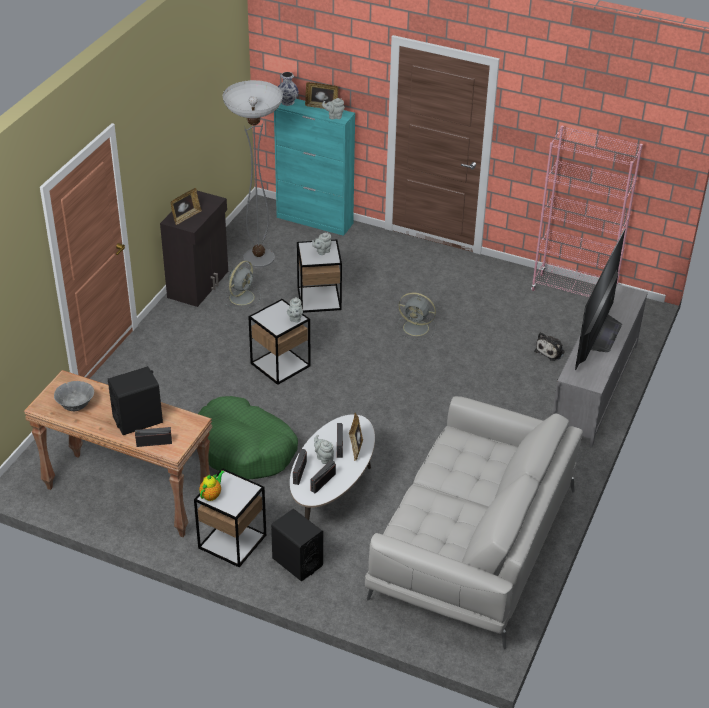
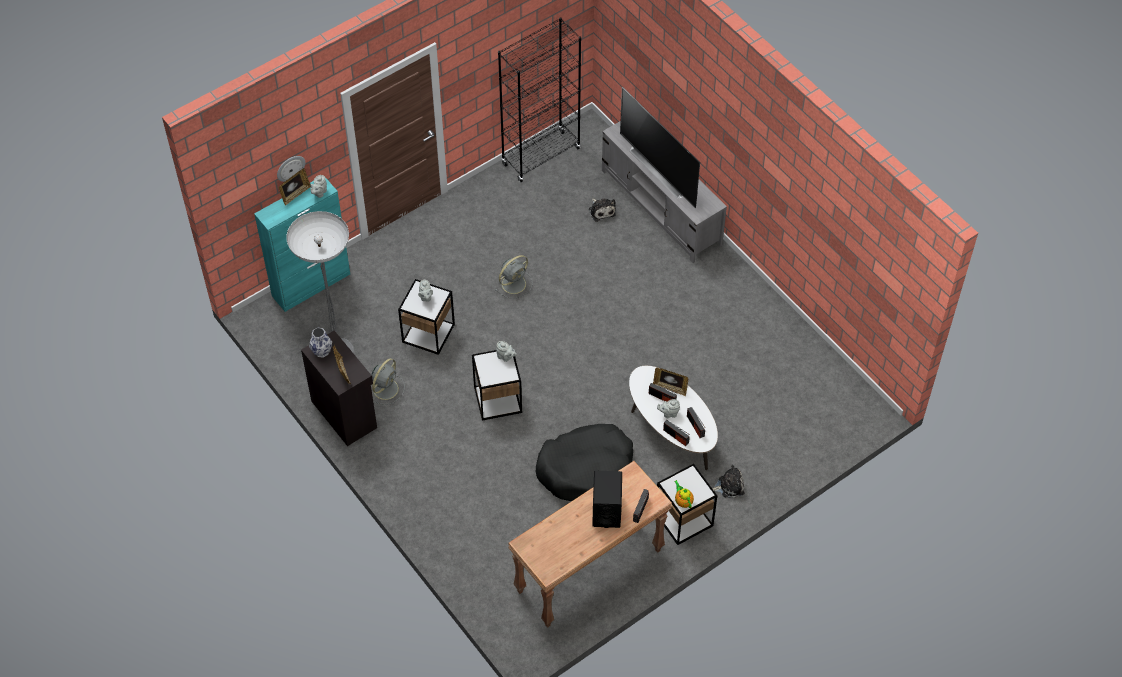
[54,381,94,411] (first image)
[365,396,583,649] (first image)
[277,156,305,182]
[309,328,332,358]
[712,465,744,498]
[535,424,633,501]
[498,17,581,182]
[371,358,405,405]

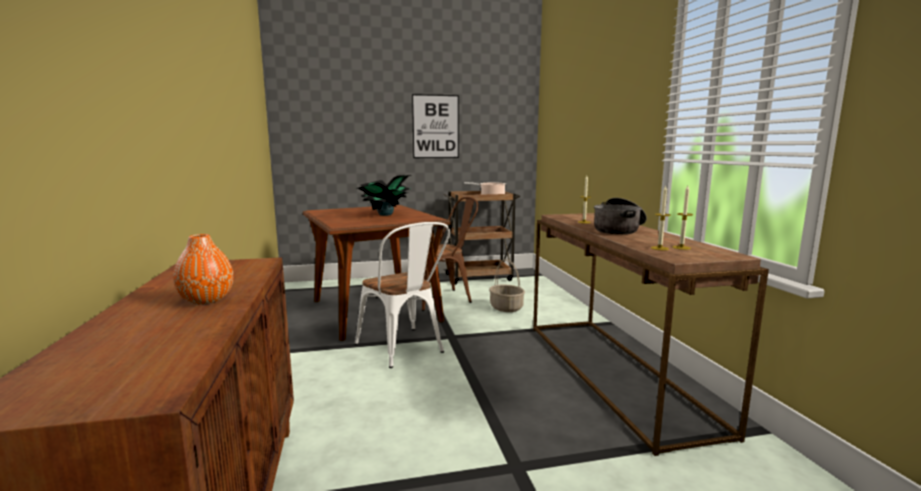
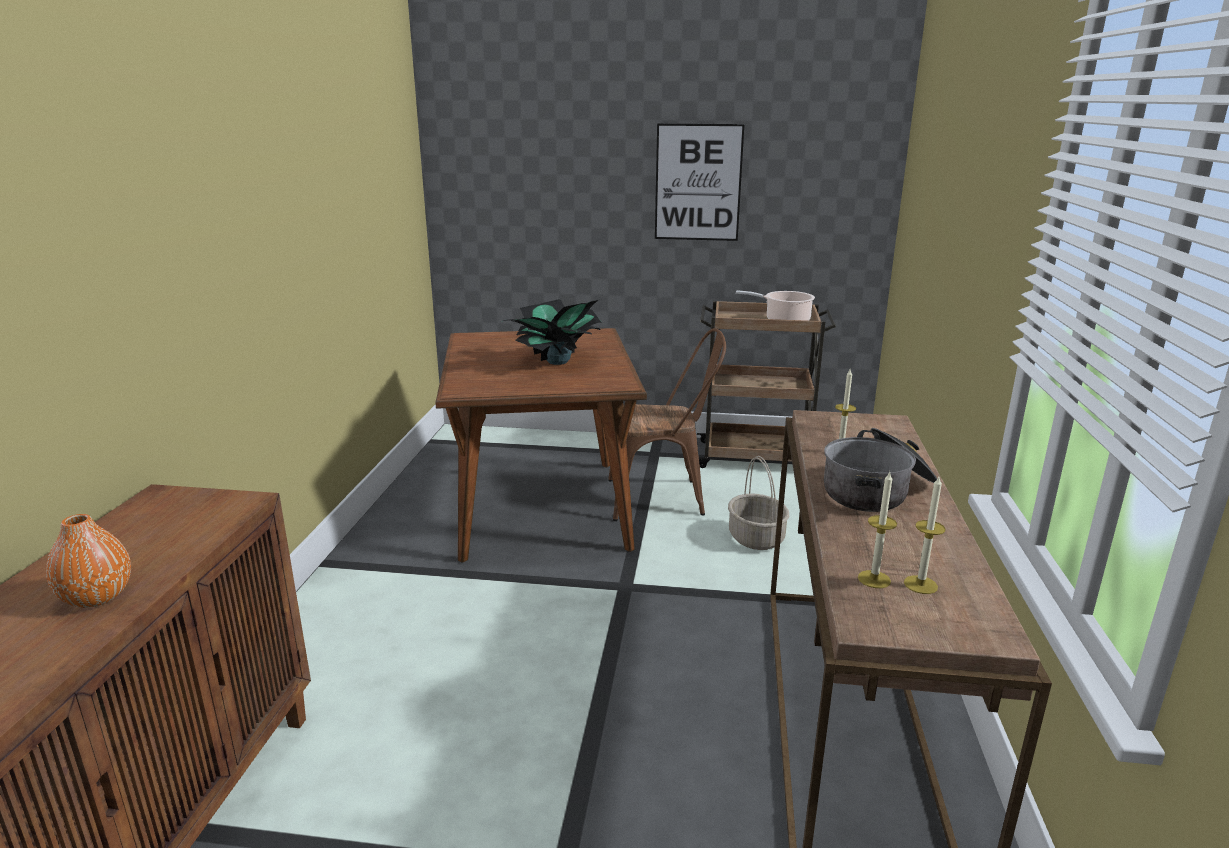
[354,222,450,368] (first image)

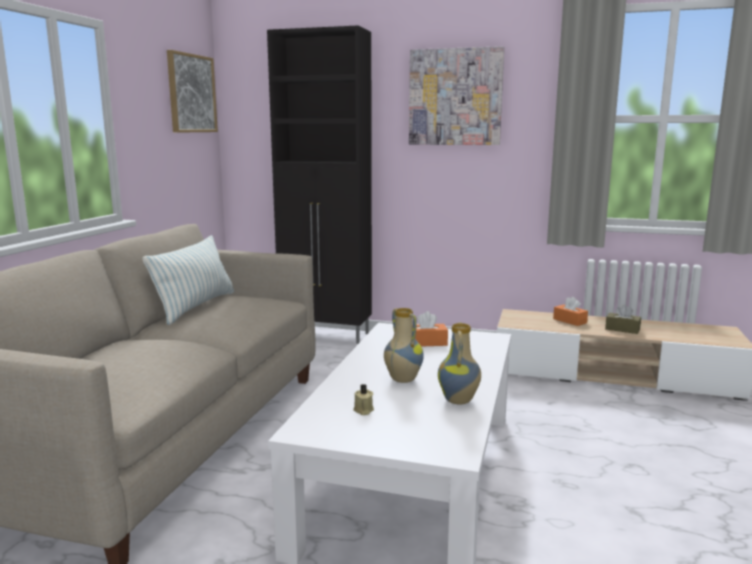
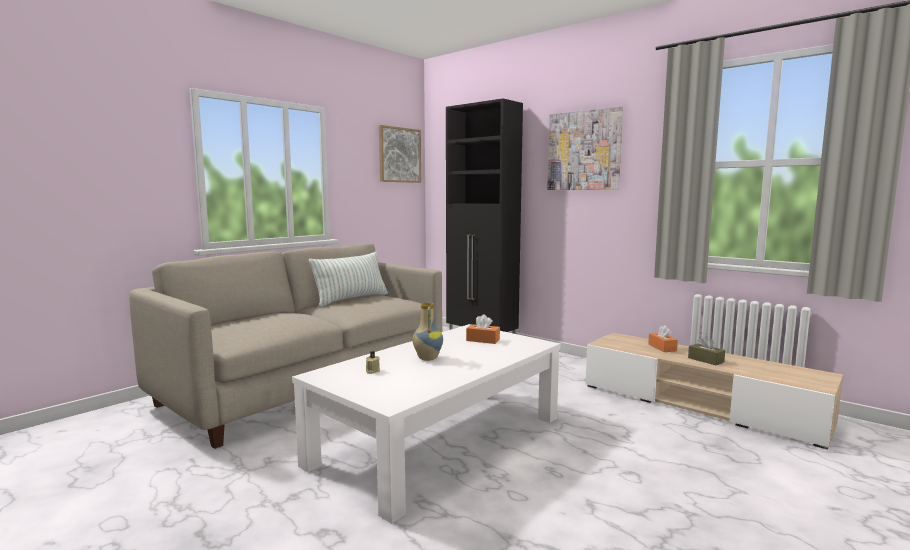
[438,322,481,404] (first image)

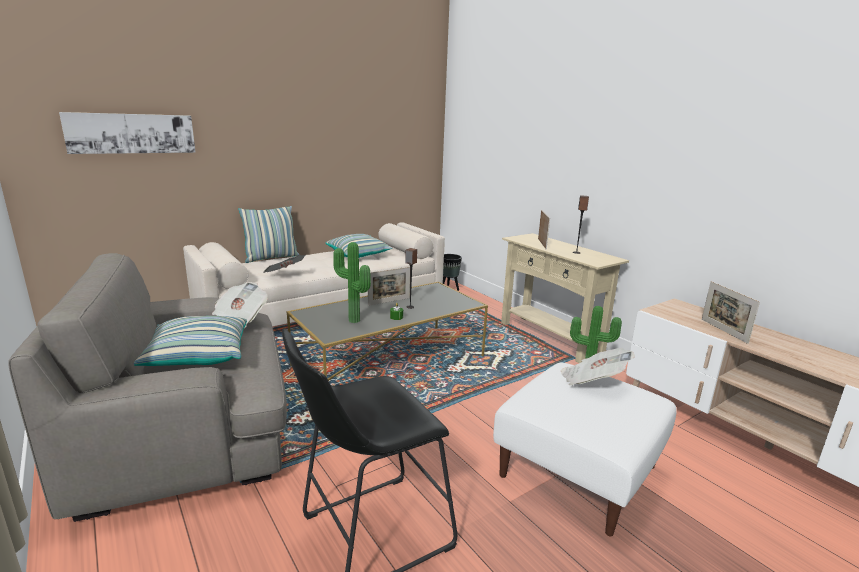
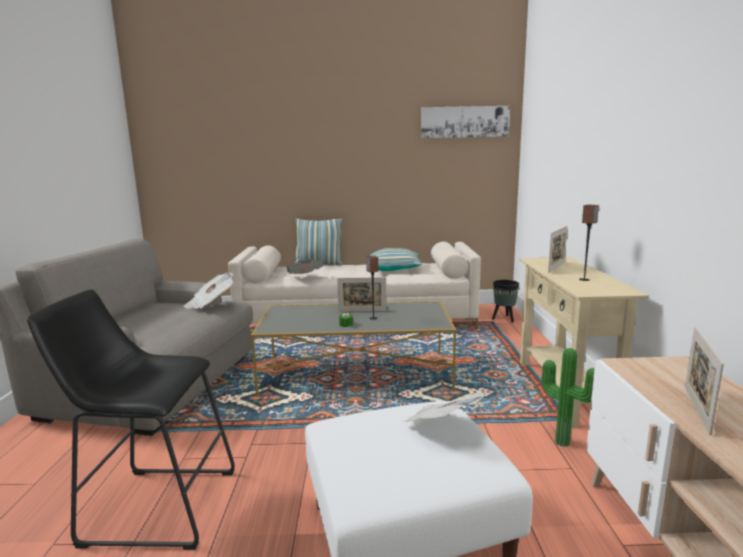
[134,316,247,366] (first image)
[333,242,371,323] (first image)
[421,106,510,138]

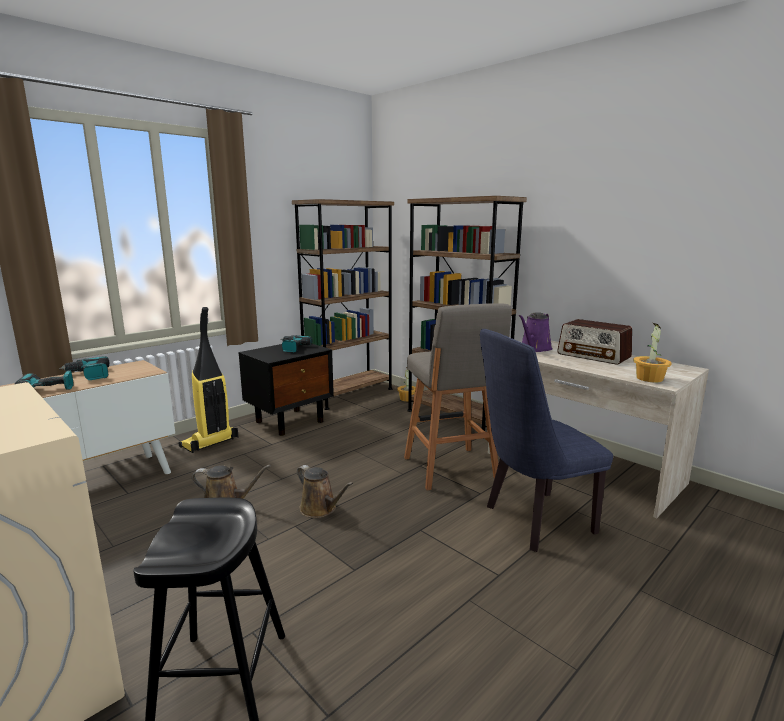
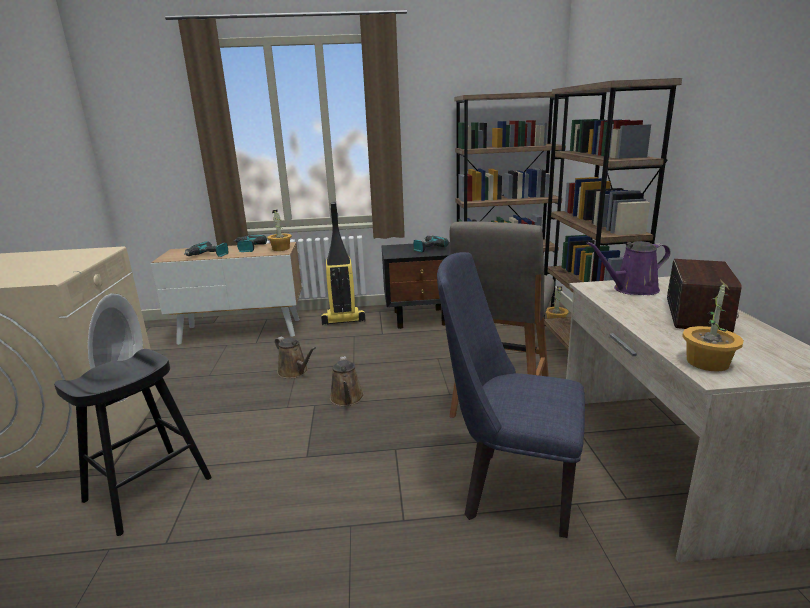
[267,210,292,251]
[667,259,742,332]

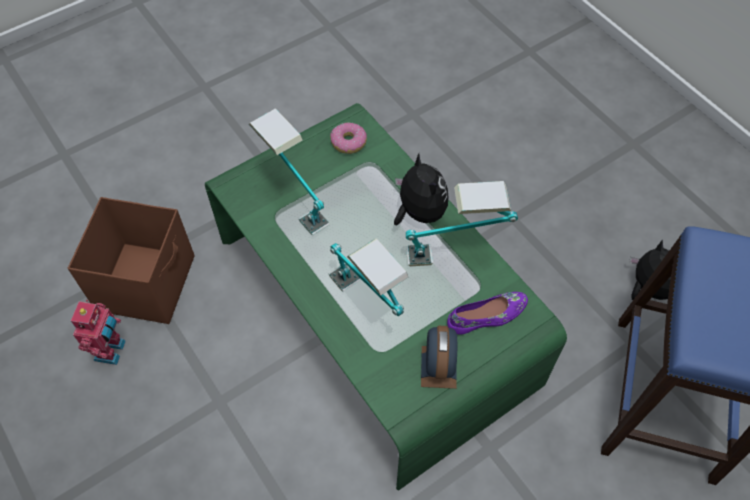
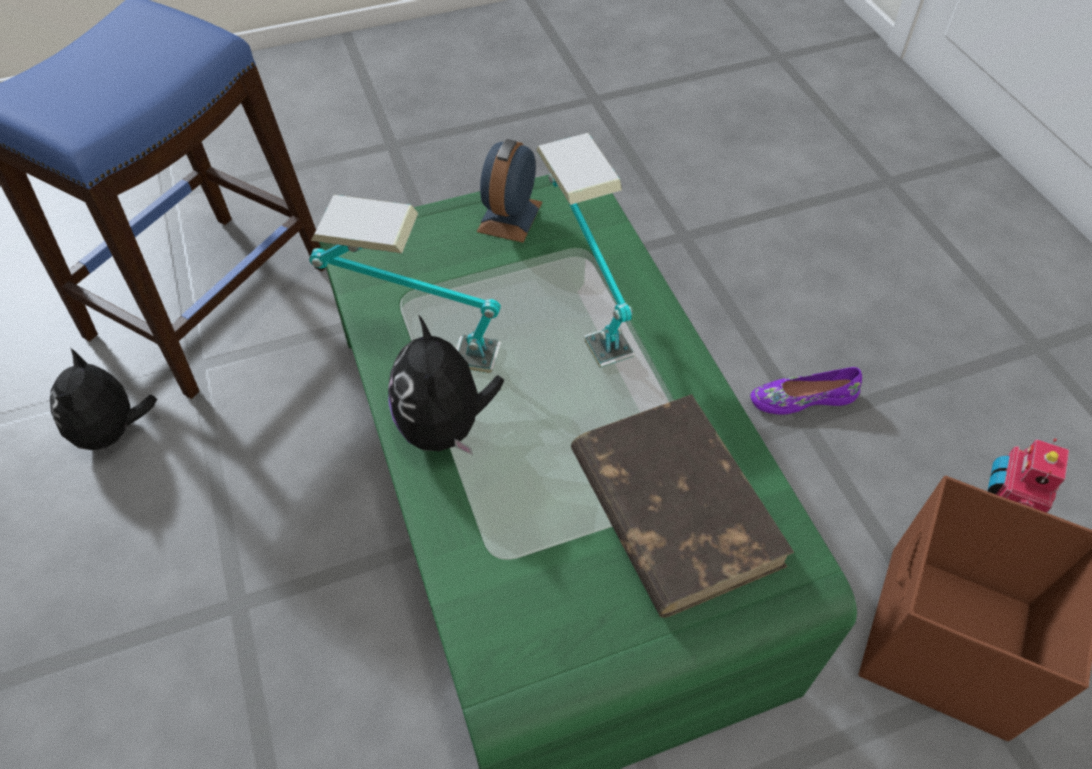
[330,123,367,154] (first image)
[751,367,862,414]
[571,394,794,618]

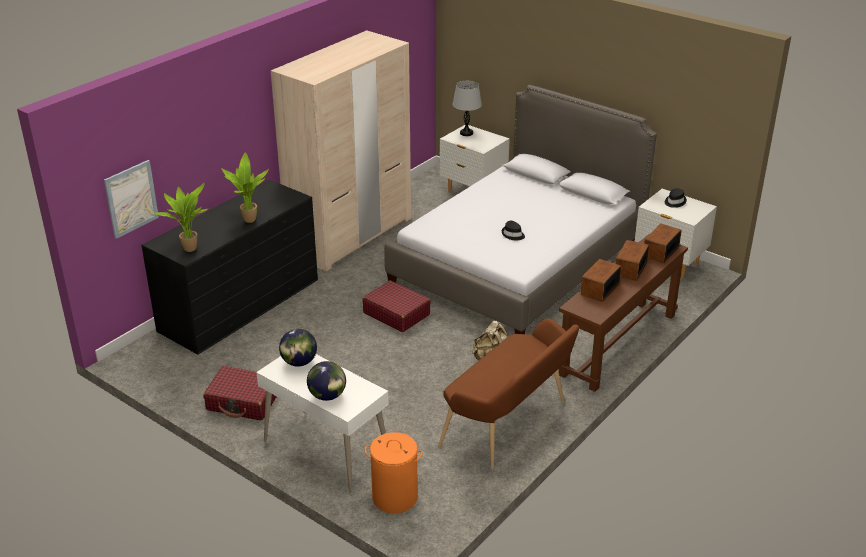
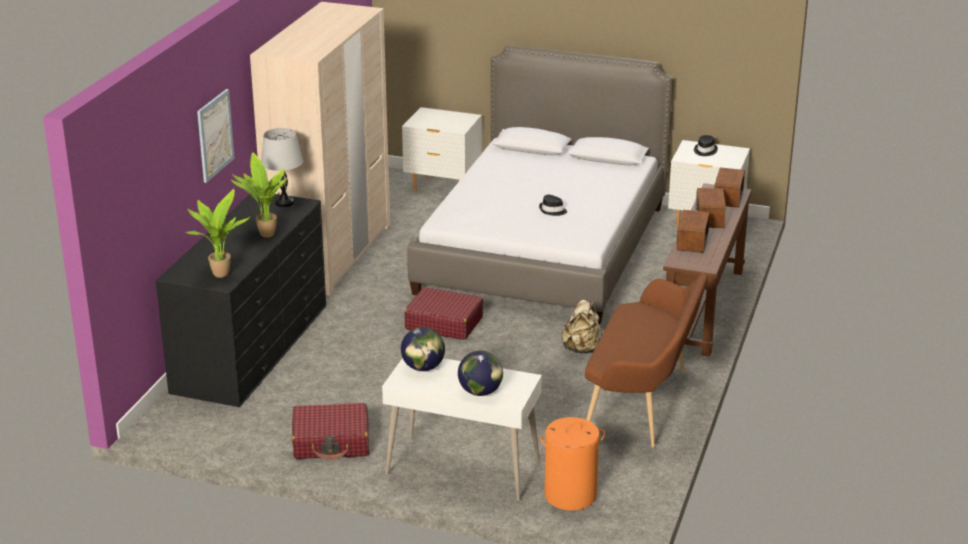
[197,89,235,183]
[261,128,303,207]

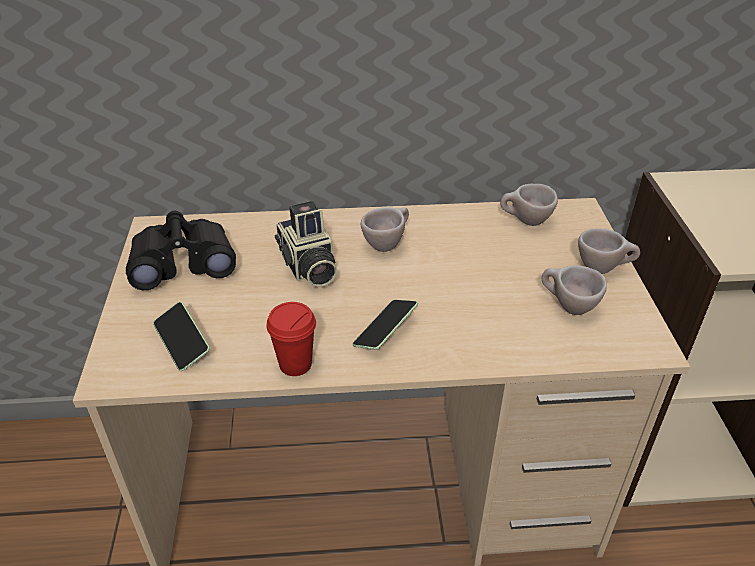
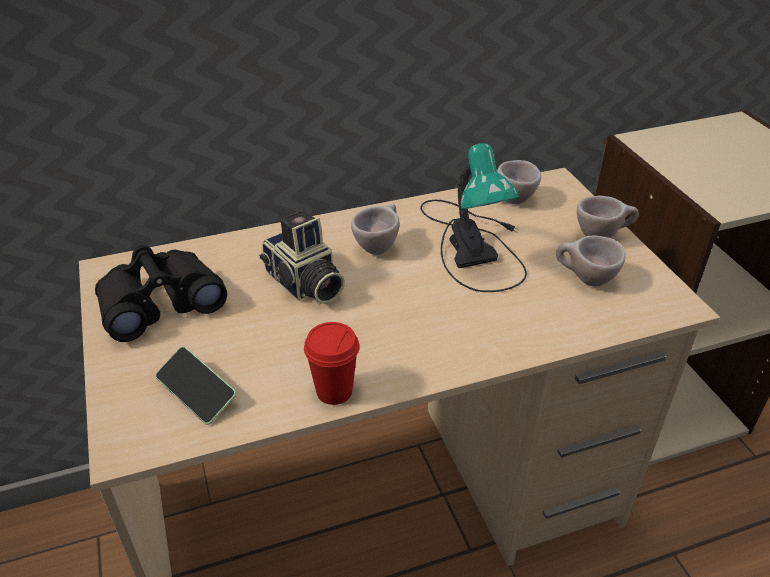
[353,300,418,350] (first image)
[420,143,527,292]

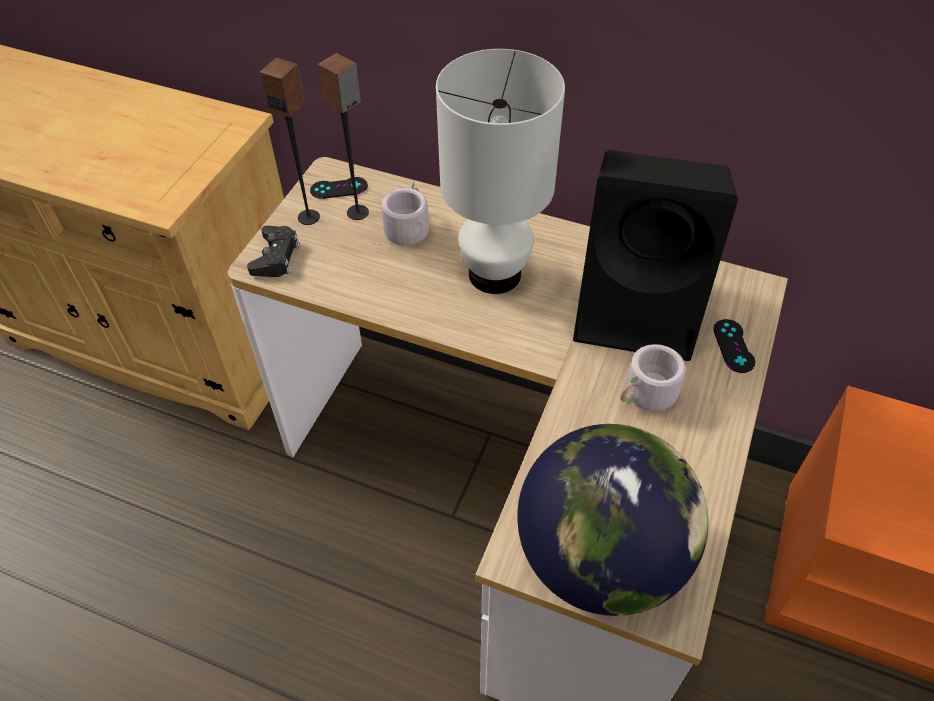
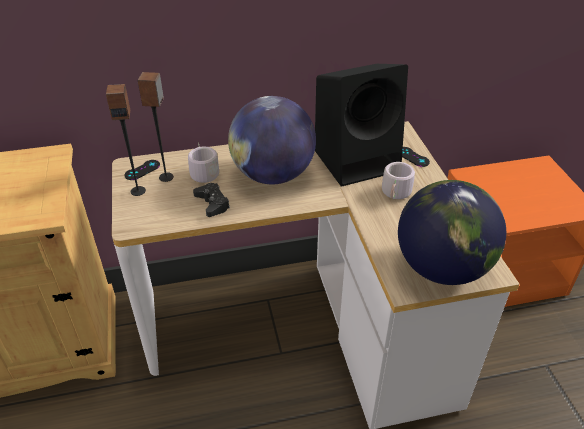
[193,183,230,217]
[228,96,316,184]

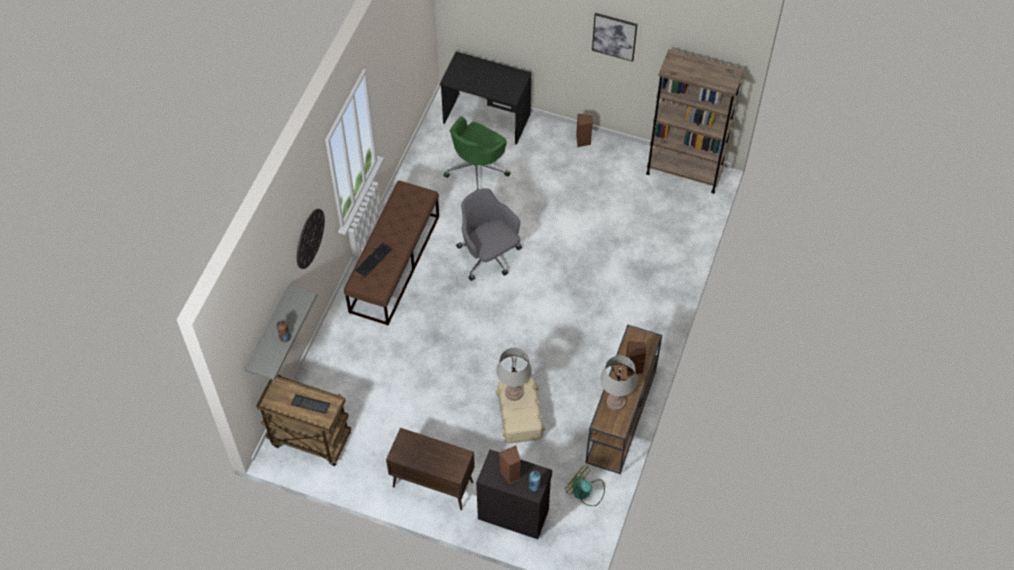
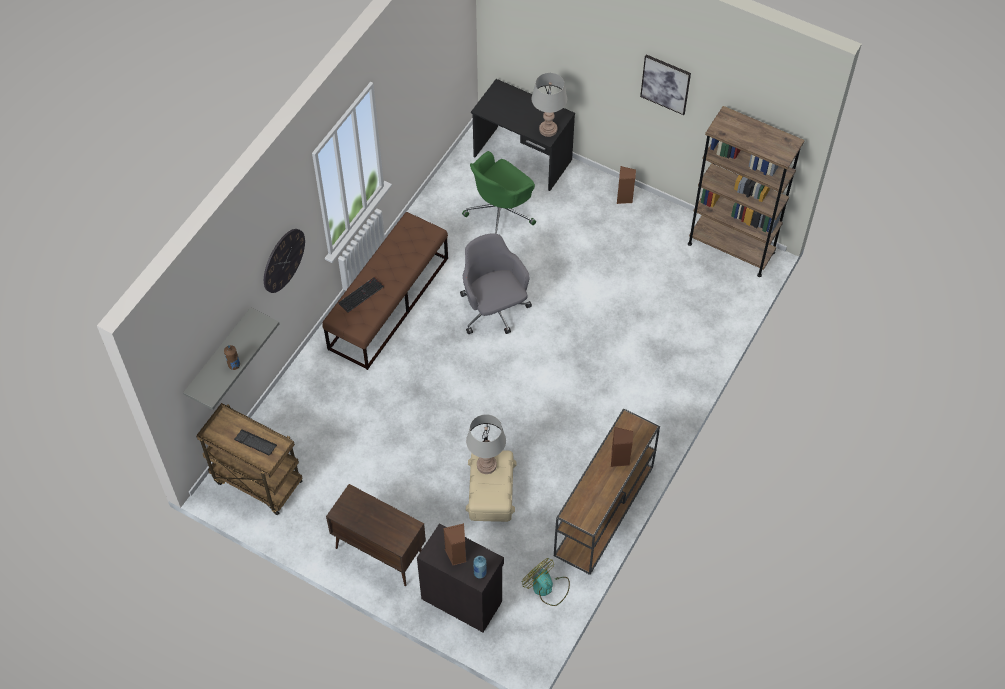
[531,73,567,137]

